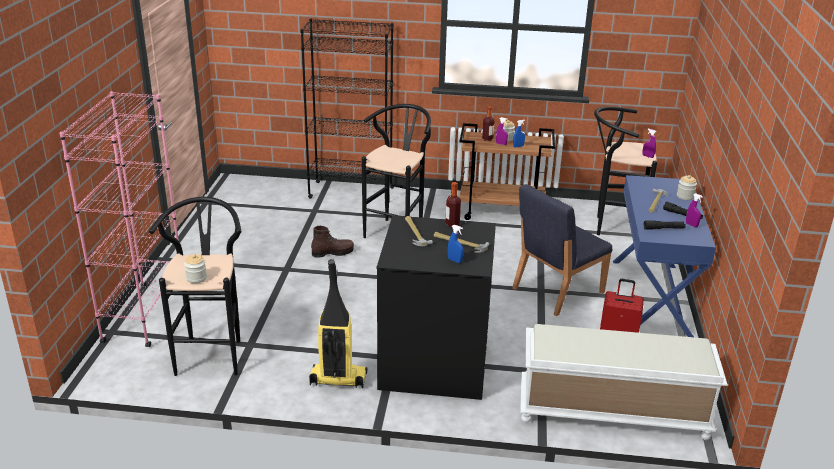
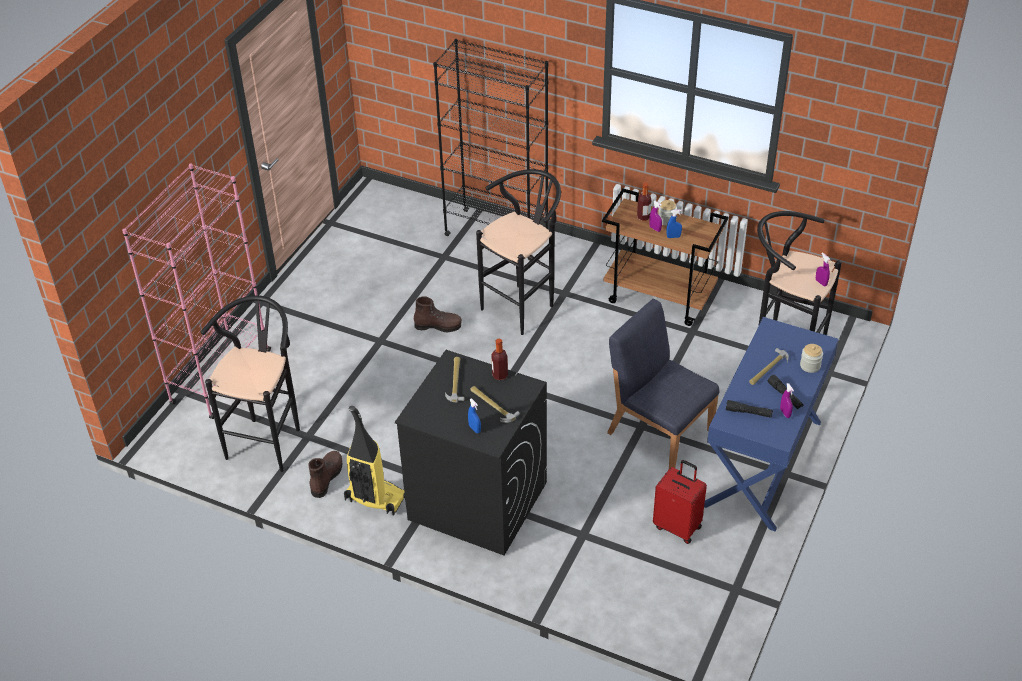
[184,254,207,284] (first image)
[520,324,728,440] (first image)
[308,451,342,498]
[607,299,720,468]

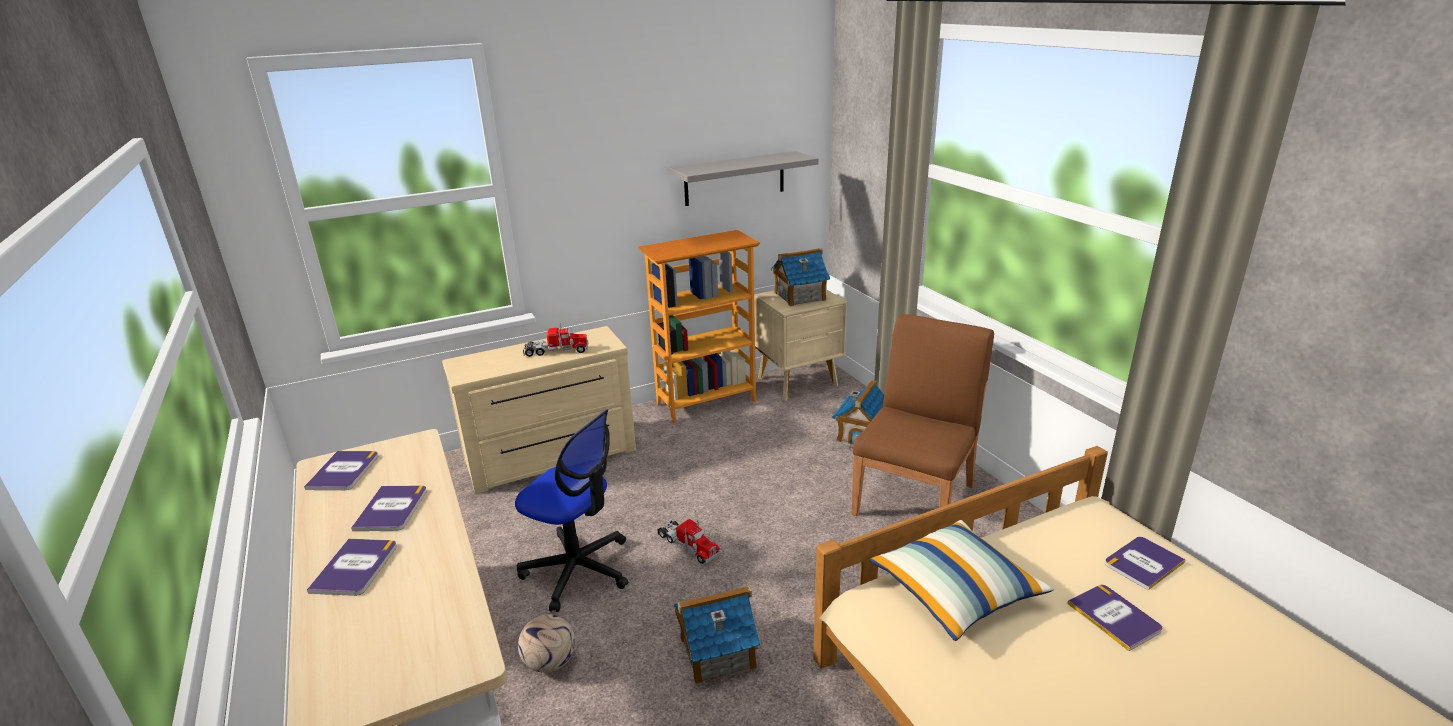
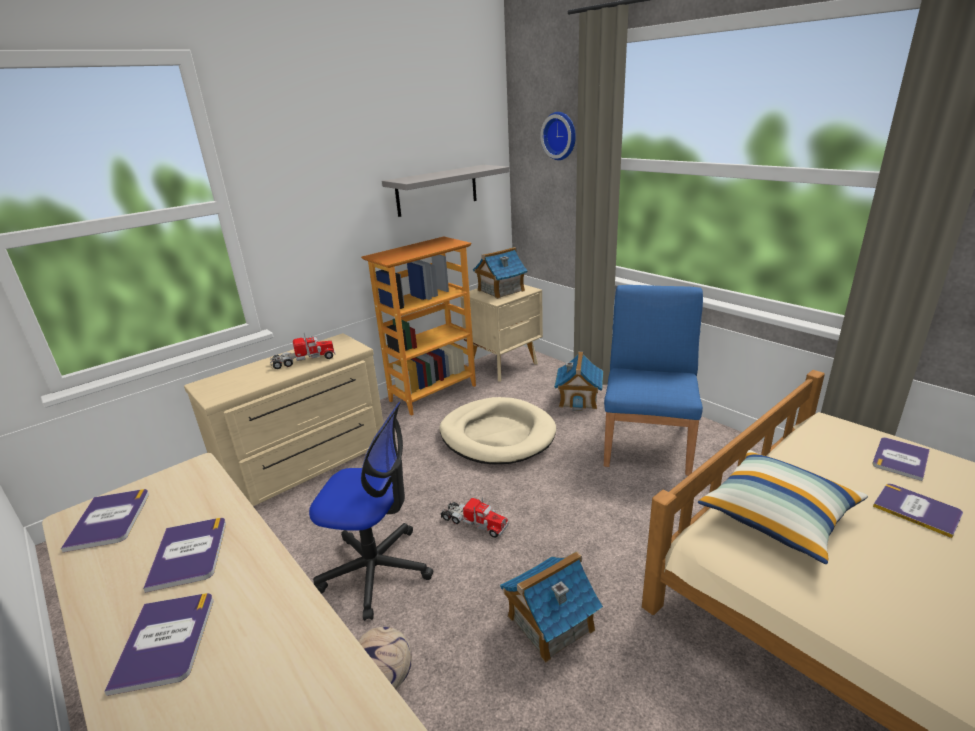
[439,397,556,465]
[540,112,576,160]
[604,285,703,476]

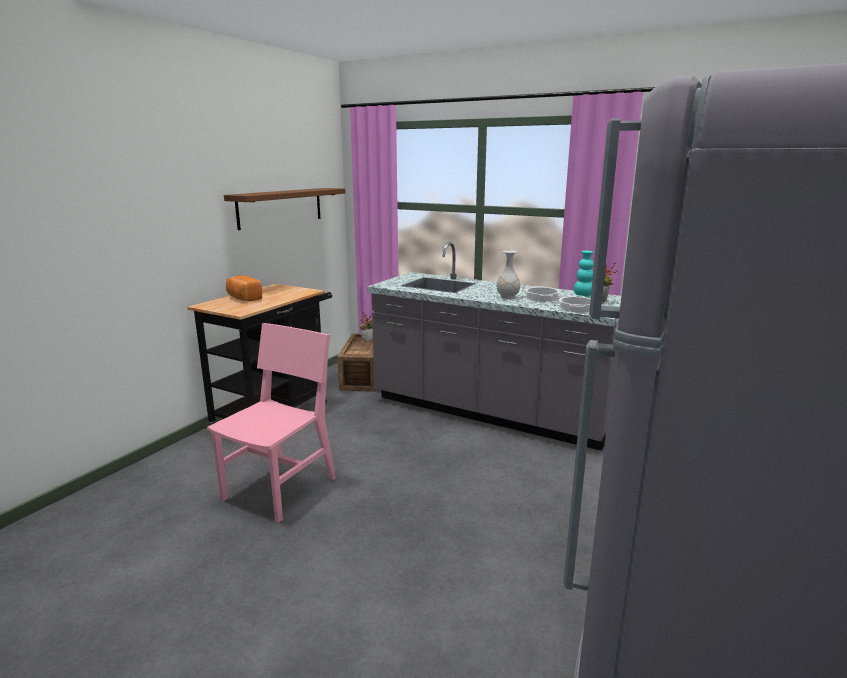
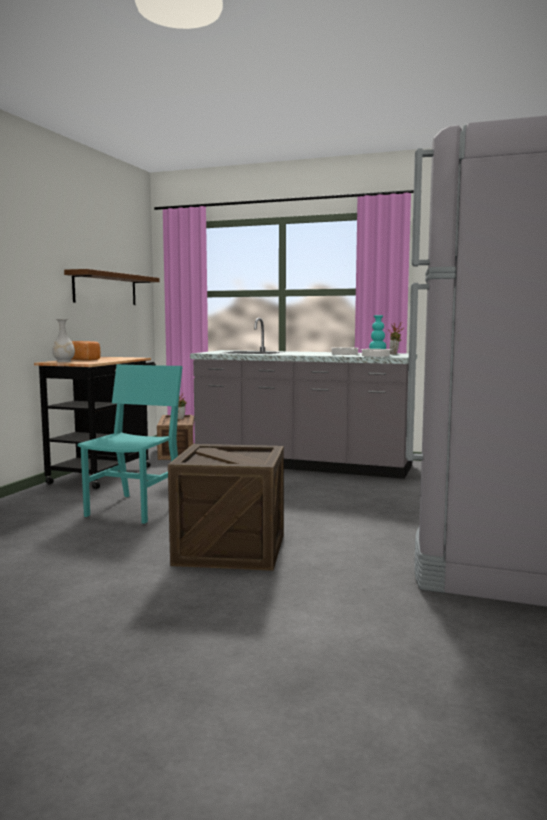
[168,444,284,571]
[52,319,75,362]
[77,364,183,524]

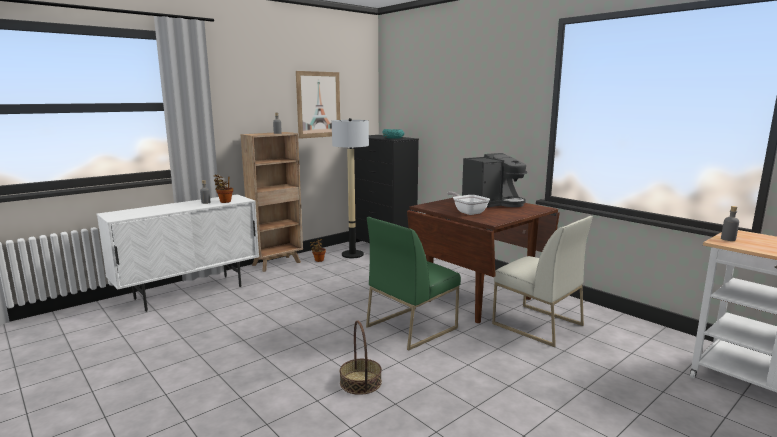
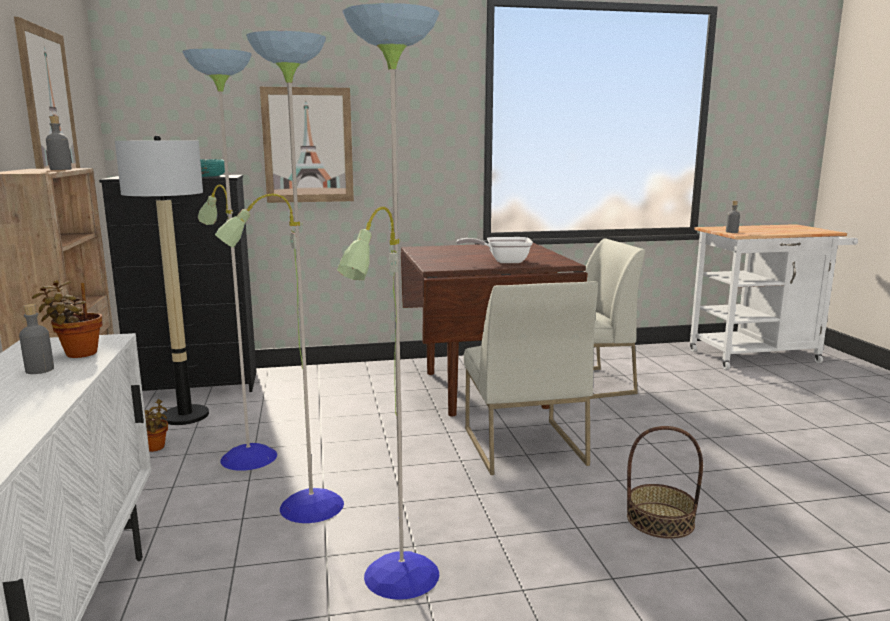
[462,153,527,208] (first image)
[183,3,440,600]
[260,87,354,203]
[463,281,598,475]

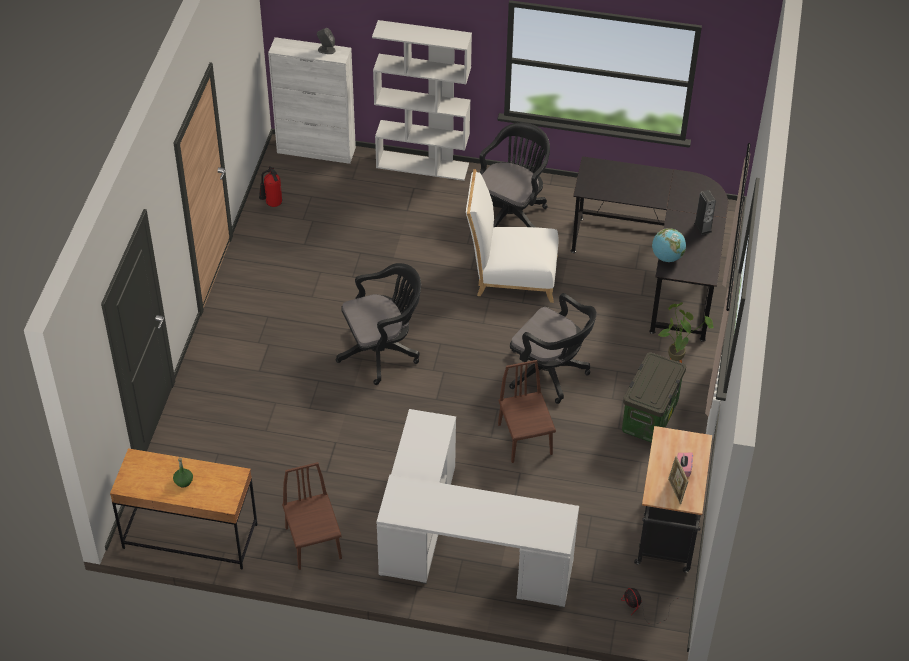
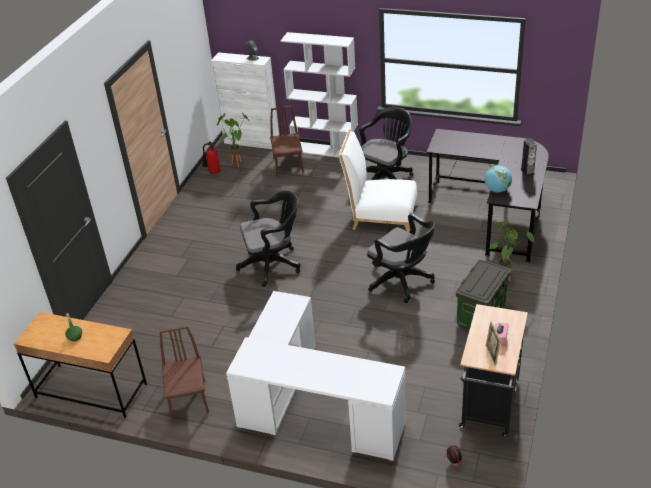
[217,112,250,168]
[270,106,304,176]

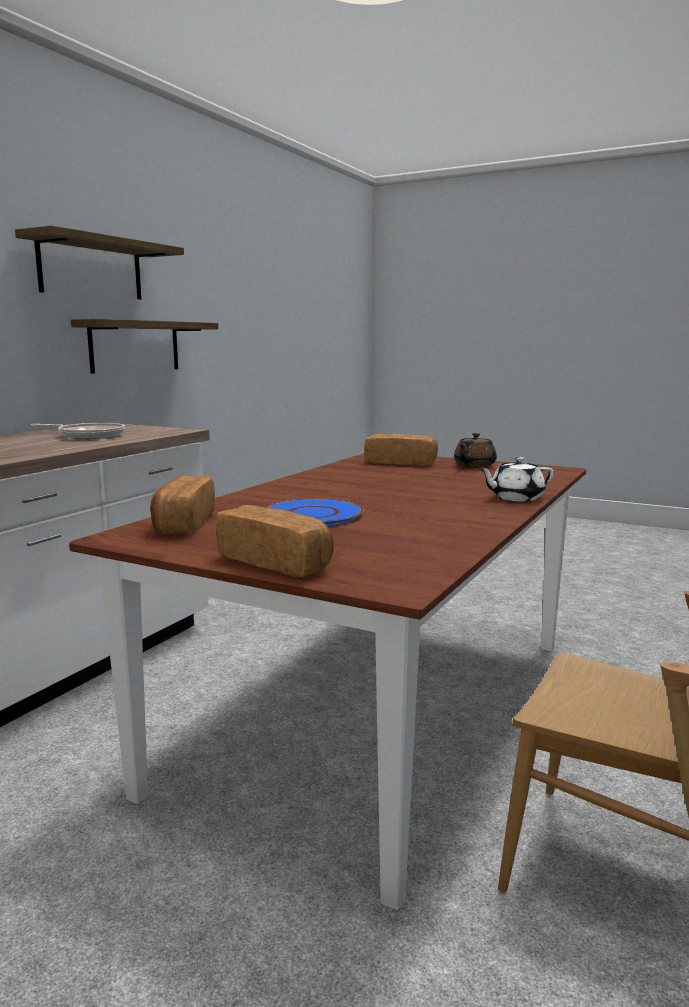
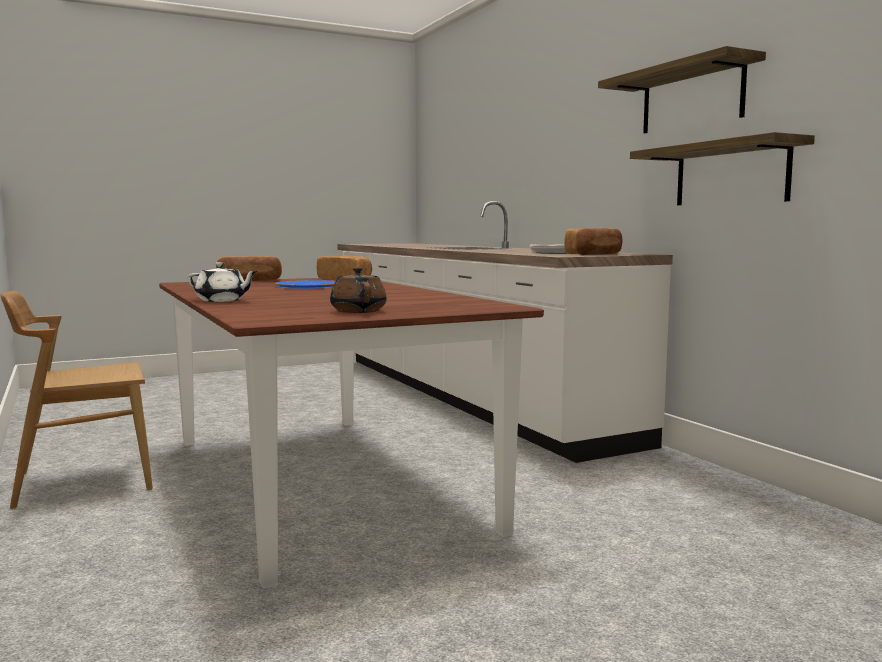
[564,228,622,255]
[188,262,258,302]

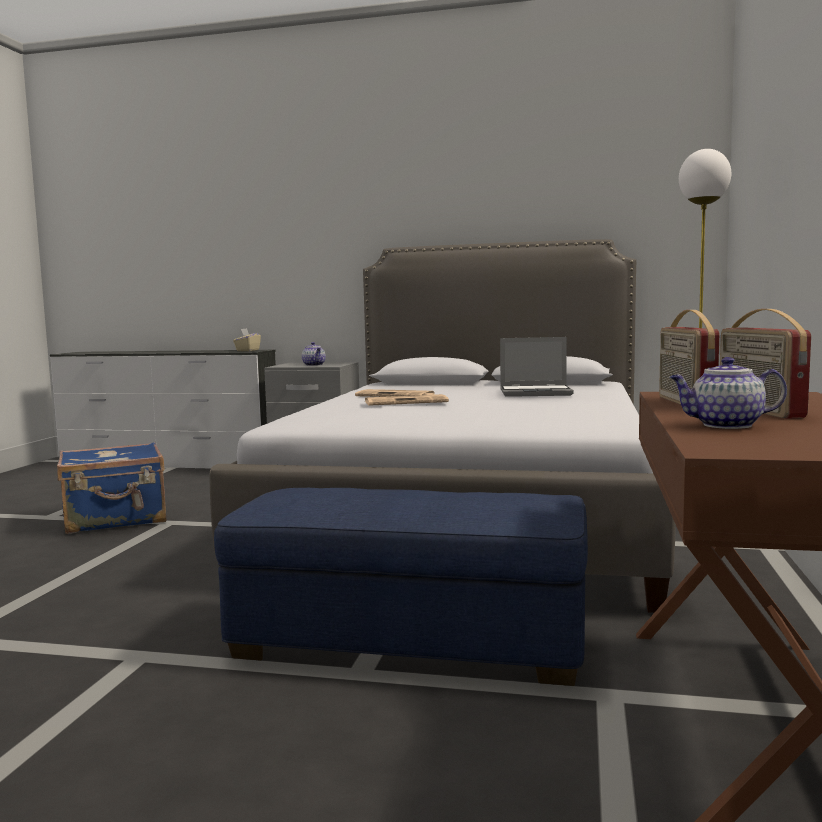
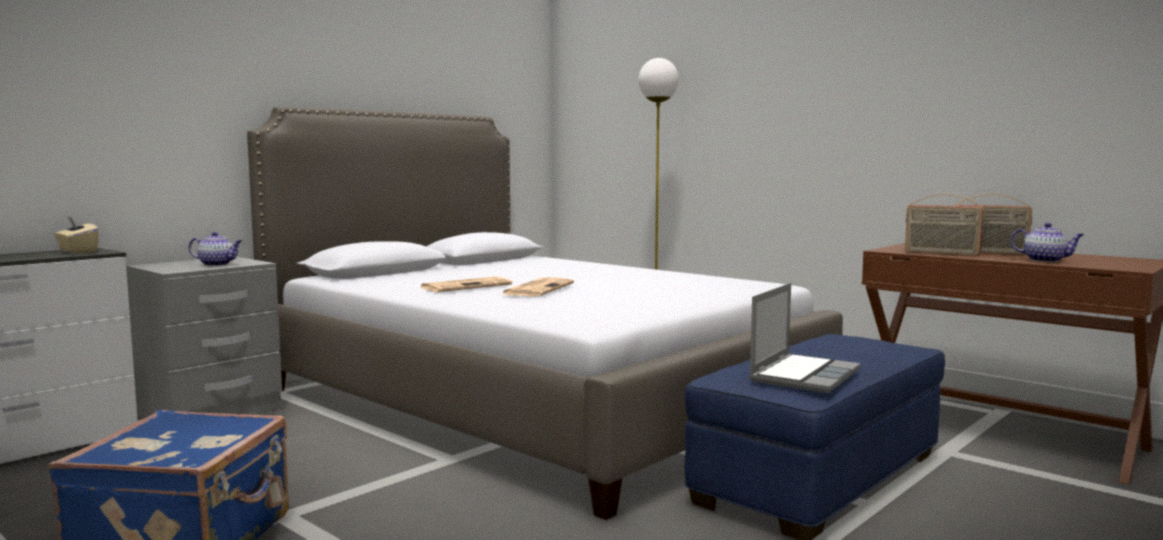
[749,283,861,393]
[1010,223,1084,262]

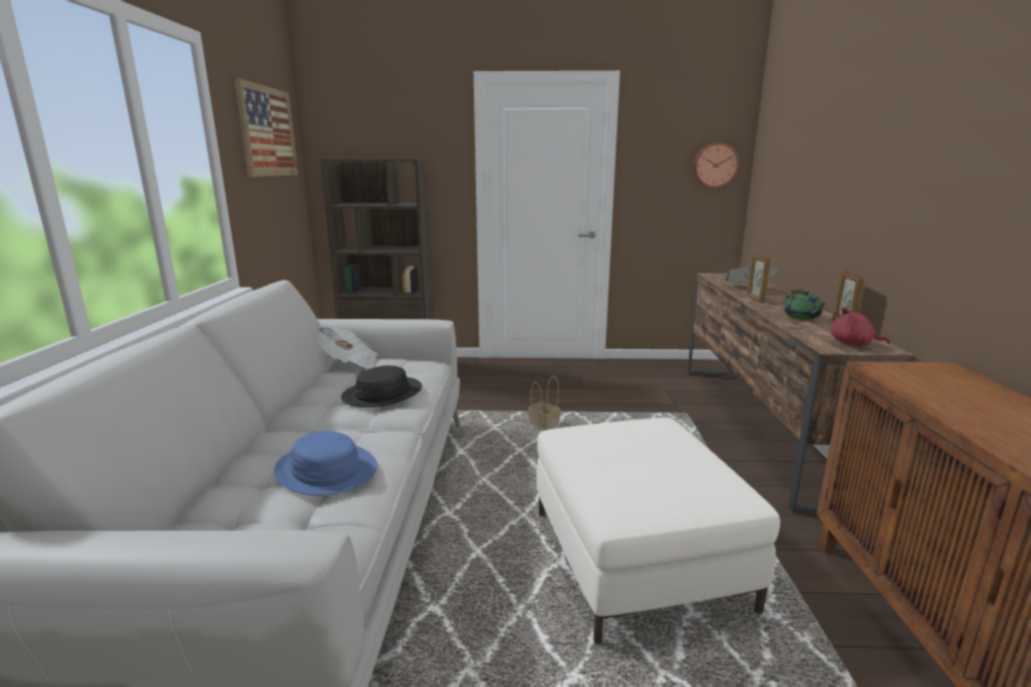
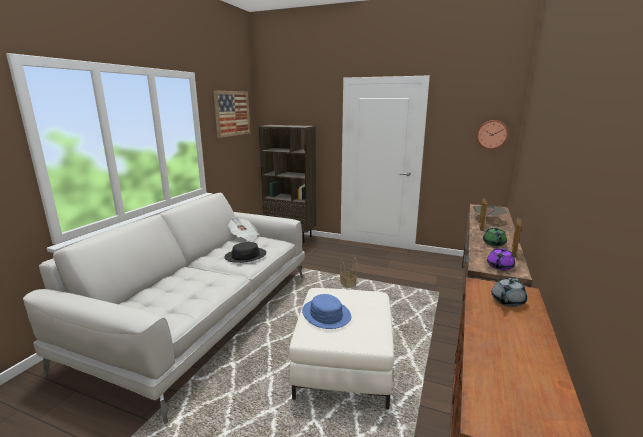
[491,278,527,307]
[302,294,351,329]
[487,248,515,270]

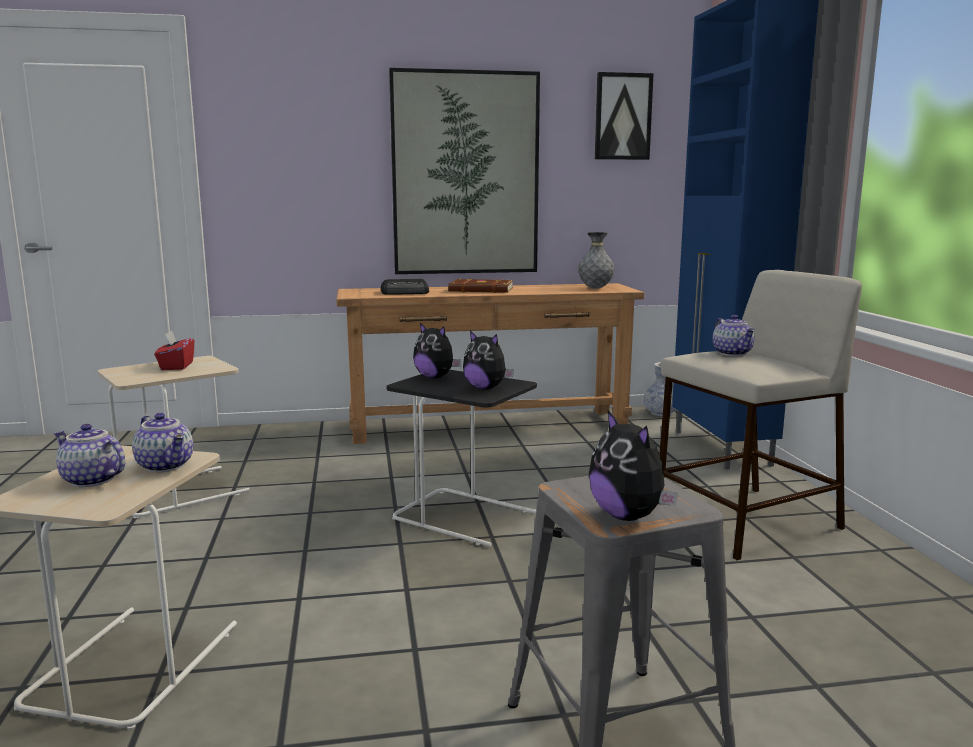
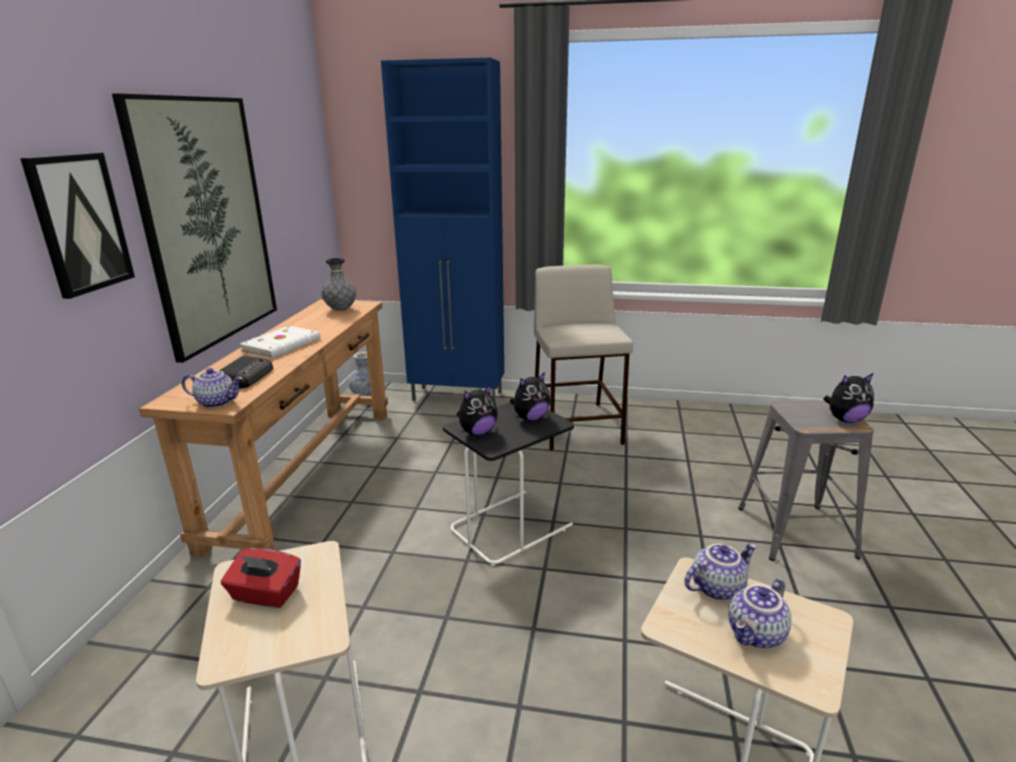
[20,153,135,299]
[182,368,242,408]
[240,326,321,359]

